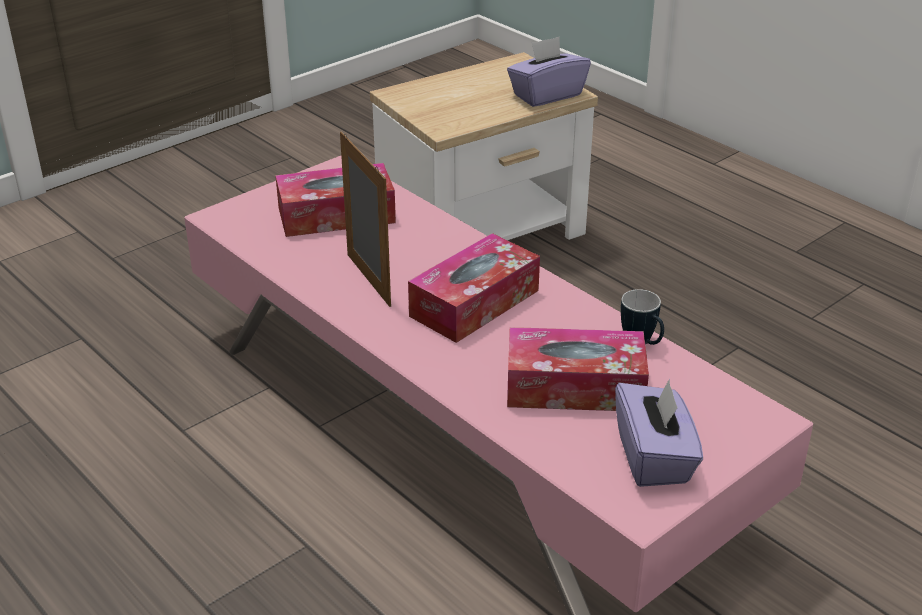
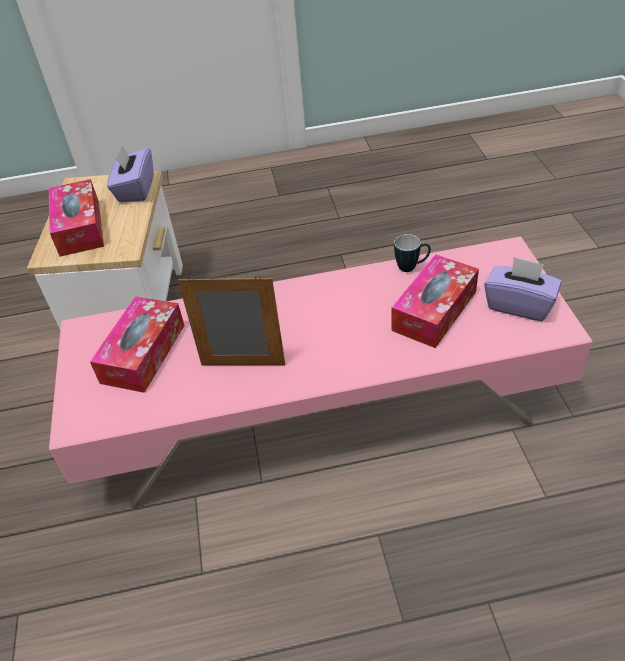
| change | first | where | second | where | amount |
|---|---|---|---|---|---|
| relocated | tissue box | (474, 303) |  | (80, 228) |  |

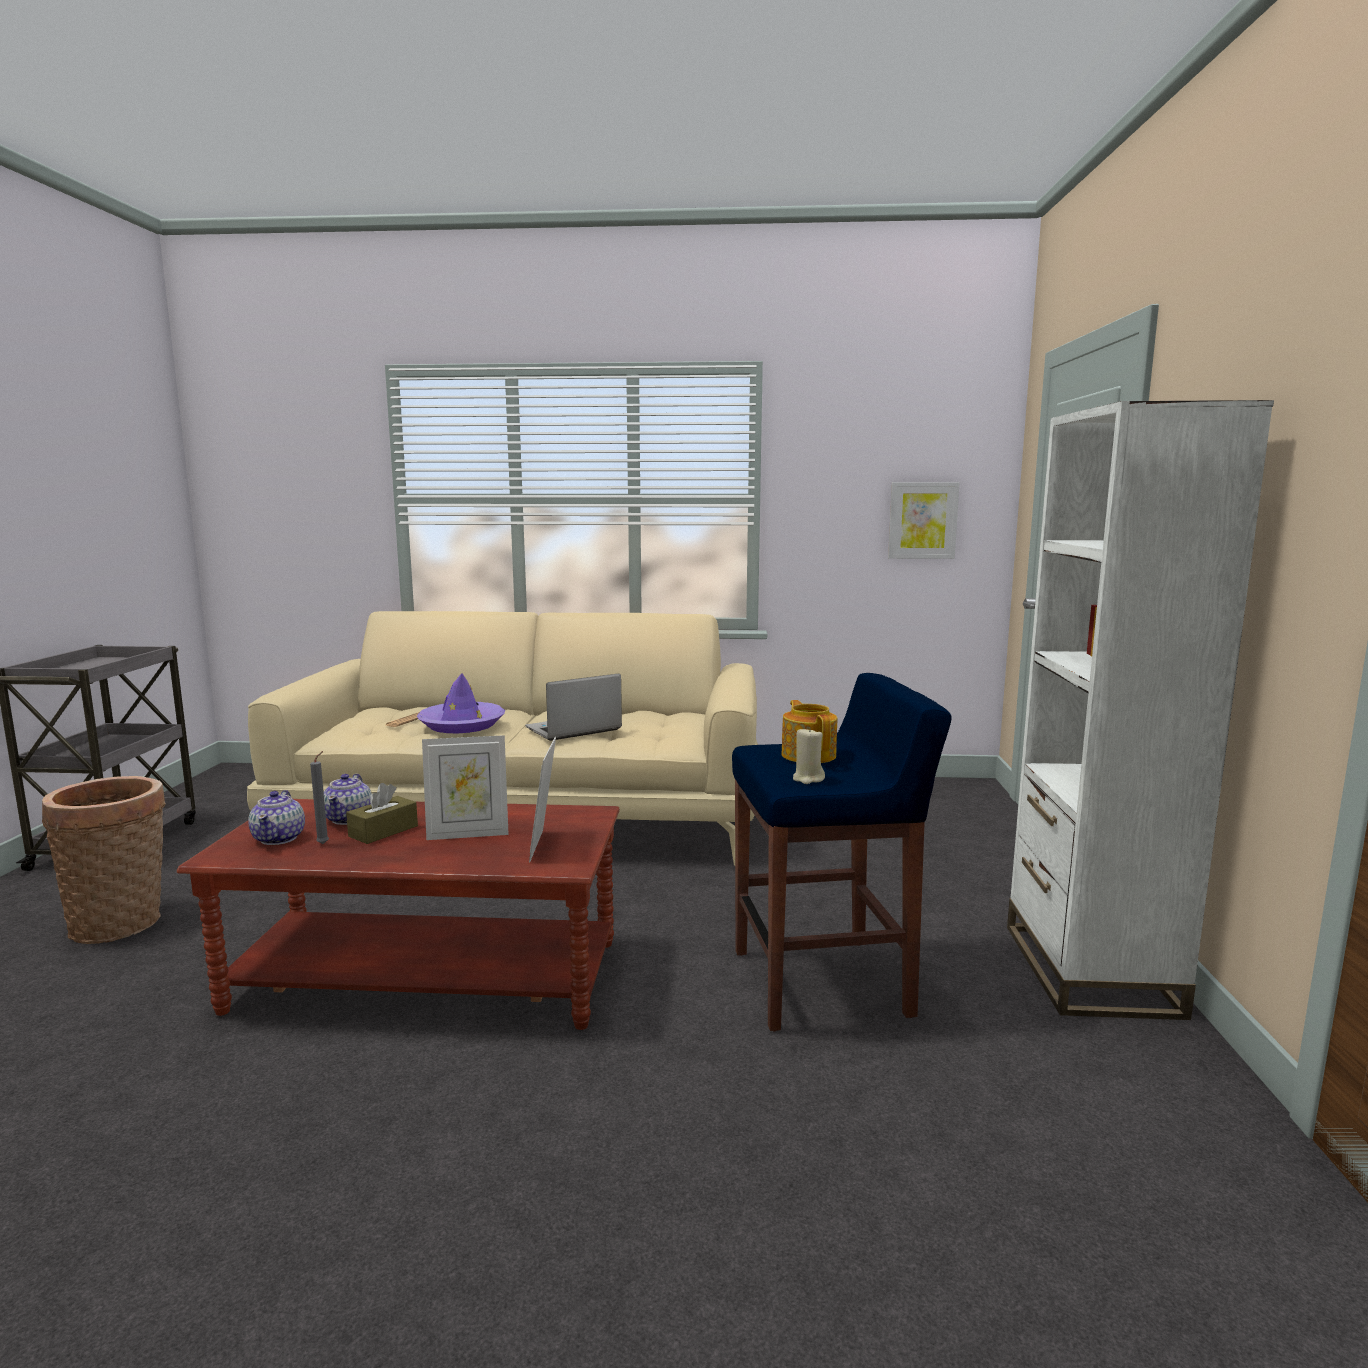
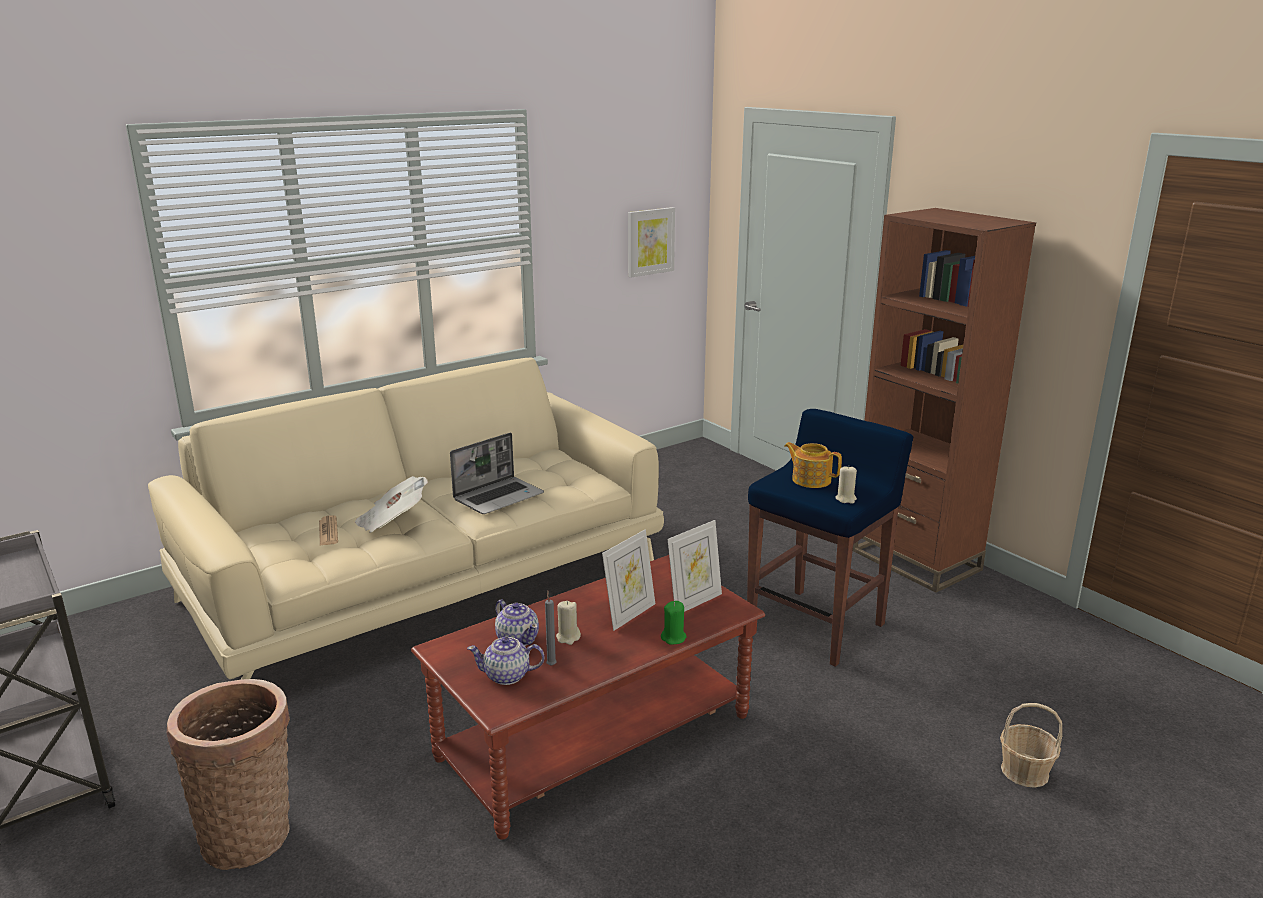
| change | first | where | second | where | amount |
|---|---|---|---|---|---|
| appeared |  |  | green candle | (674, 638) |  |
| appeared |  |  | storage basket | (1024, 771) |  |
| exchanged | brown-coloured tissue box | (383, 831) | beige-coloured candle | (568, 637) |  |
| exchanged | purple-coloured hat | (462, 725) | daily paper | (392, 521) |  |
| colour | whitish shelving unit | (1089, 969) | brown-coloured shelving unit | (915, 560) |  |
| spun | teapot | (279, 838) |  | (507, 676) | 135 degrees clockwise |
| spun | portable computer | (573, 730) |  | (499, 497) | 150 degrees counterclockwise |
| spun | standing frame | (544, 845) |  | (694, 602) | 90 degrees counterclockwise |

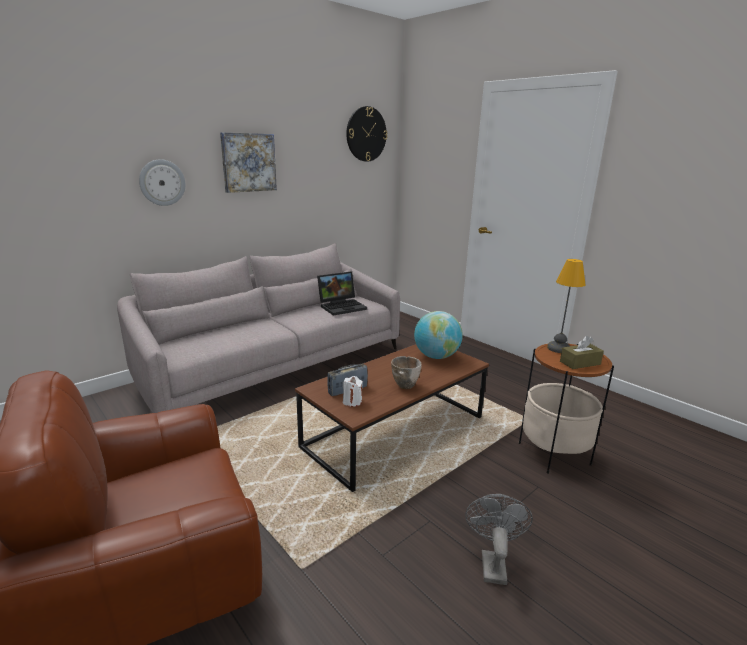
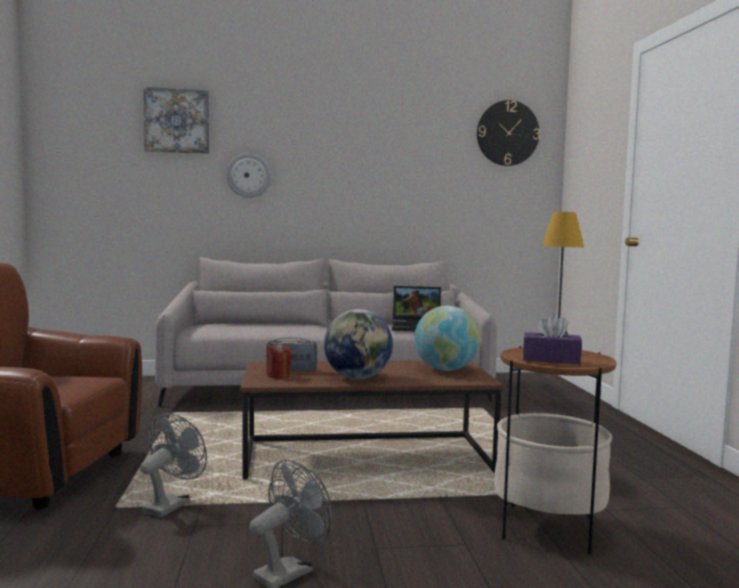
| change | first | where | second | where | amount |
|---|---|---|---|---|---|
| appeared |  |  | gray cooling fan | (171, 504) |  |
| relocated | picture | (248, 162) |  | (177, 121) |  |
| exchanged | bowl | (405, 385) | world globe | (358, 378) |  |
| colour | whitish candle | (352, 401) | red-coloured candle | (278, 376) |  |
| colour | brown-coloured tissue box | (580, 363) | purple-coloured tissue box | (551, 359) |  |

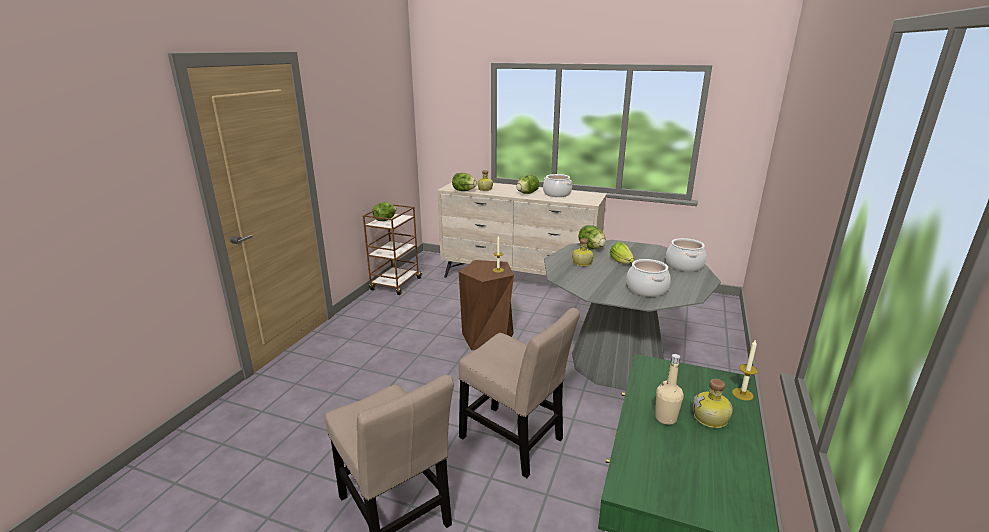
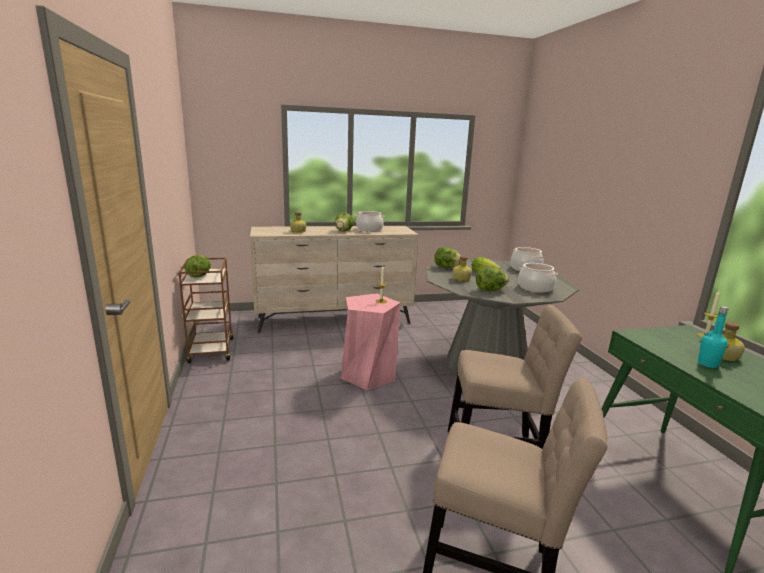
| change | first | where | second | where | amount |
|---|---|---|---|---|---|
| relocated | lettuce | (464, 191) |  | (490, 290) |  |
| colour | brown-coloured sitting stool | (487, 338) | pink sitting stool | (368, 375) |  |
| colour | beige-coloured bottle | (665, 418) | blue-green bottle | (707, 364) |  |

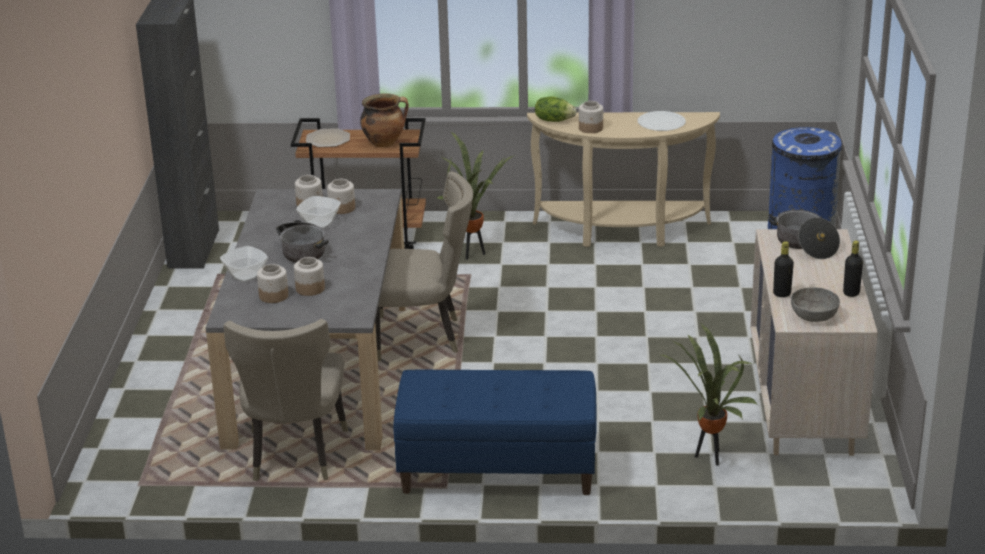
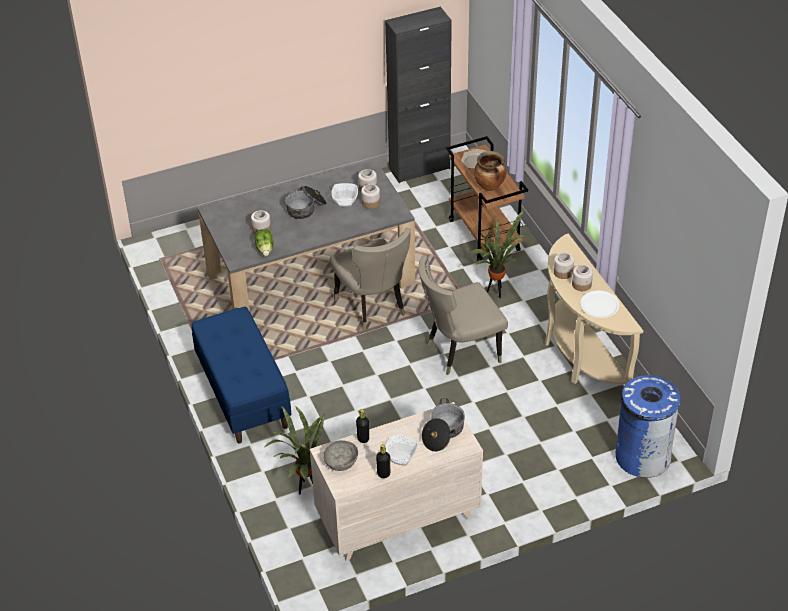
| change | first | where | second | where | amount |
|---|---|---|---|---|---|
| relocated | bowl | (245, 275) |  | (401, 457) |  |
| relocated | beige-coloured plain chair | (294, 458) |  | (459, 351) |  |
| relocated | preserve jar | (274, 296) |  | (582, 285) |  |
| relocated | lettuce | (554, 120) |  | (265, 249) |  |

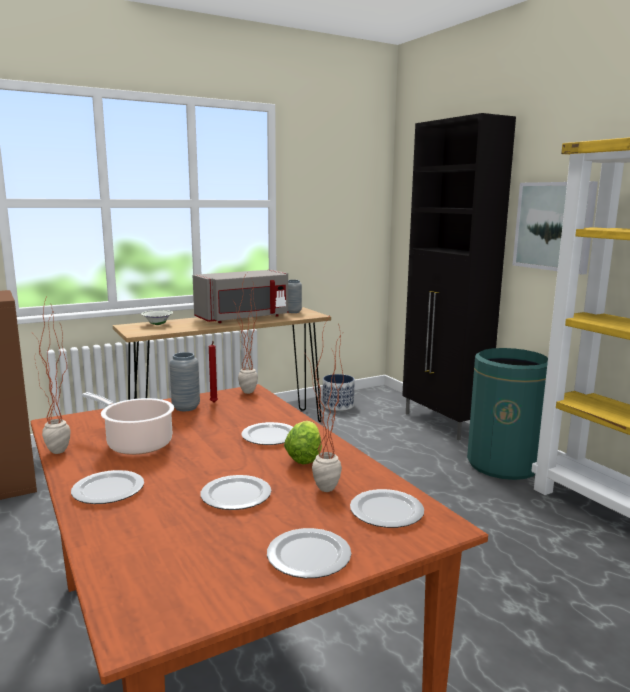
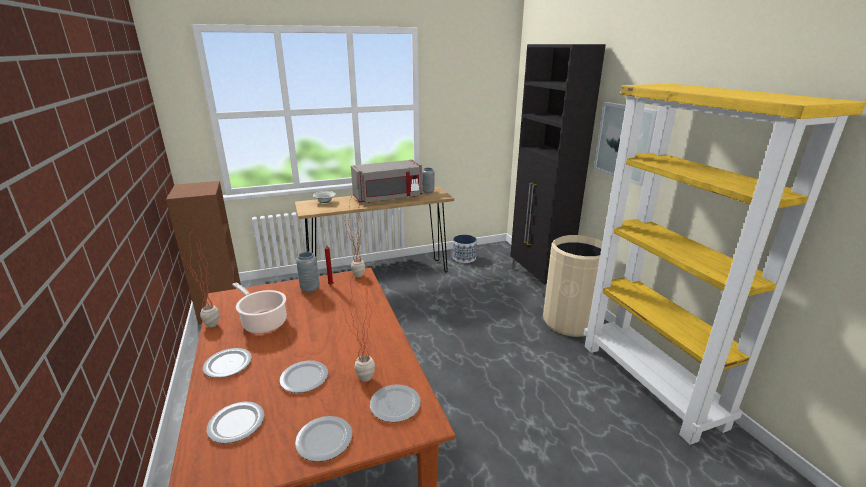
| change | first | where | second | where | amount |
|---|---|---|---|---|---|
| missing | lettuce | (306, 454) |  |  |  |
| relocated | plate | (268, 436) |  | (235, 423) |  |
| colour | green trash can | (503, 464) | beige-coloured trash can | (570, 321) |  |

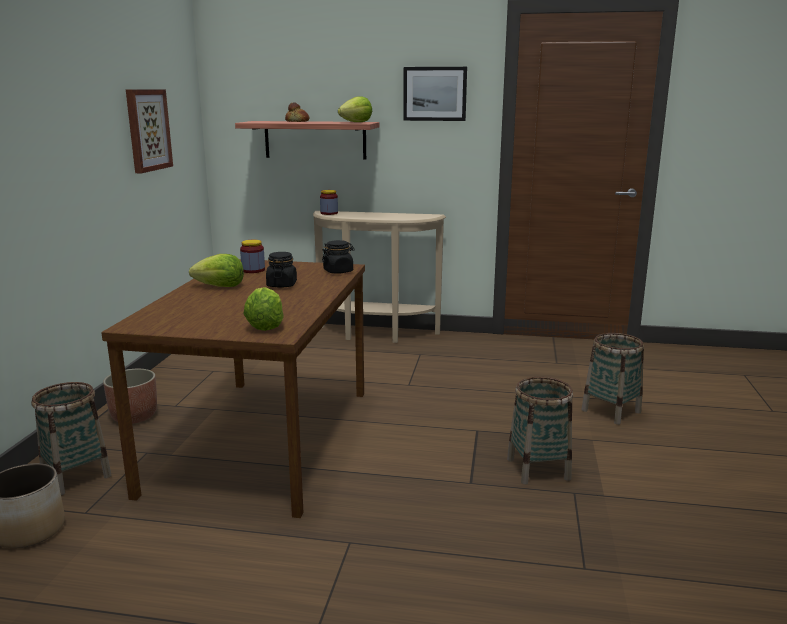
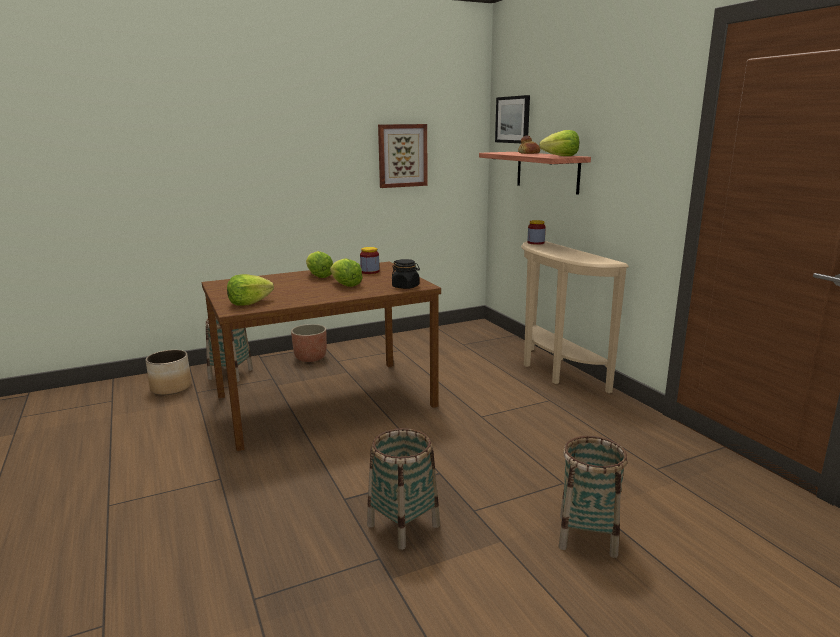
| change | first | where | second | where | amount |
|---|---|---|---|---|---|
| relocated | picture | (435, 94) |  | (513, 119) |  |
| exchanged | blackish preserve jar | (282, 285) | lettuce | (345, 285) |  |

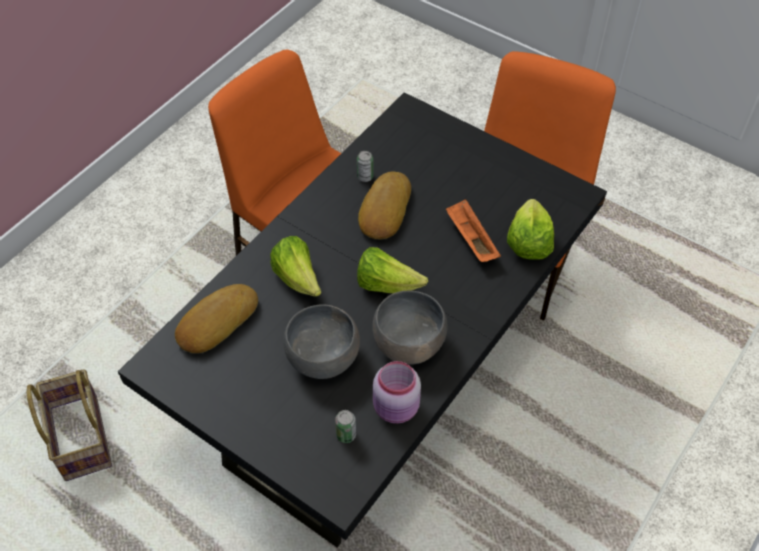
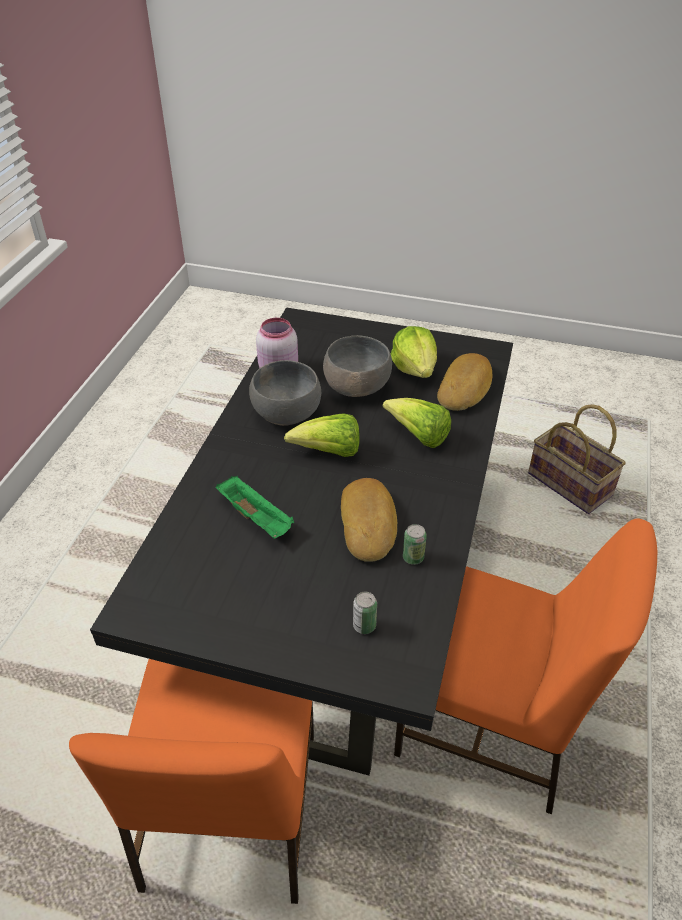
| change | first | where | second | where | amount |
|---|---|---|---|---|---|
| relocated | can | (346, 435) |  | (364, 626) |  |
| relocated | lettuce | (528, 243) |  | (415, 367) |  |
| colour | orange-coloured serving tray | (470, 239) | green serving tray | (256, 518) |  |

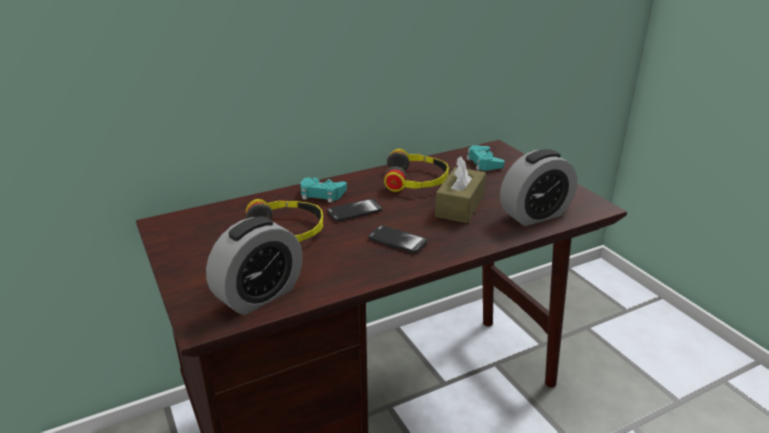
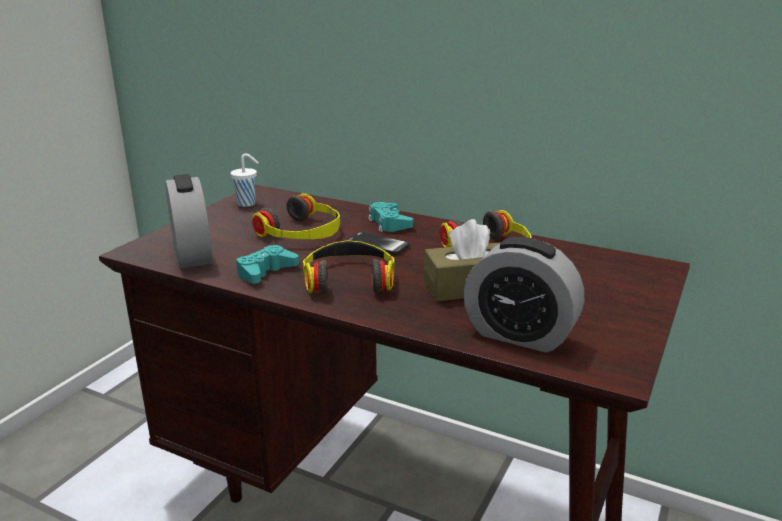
| change | first | where | second | where | amount |
|---|---|---|---|---|---|
| appeared |  |  | whitish cup | (247, 204) |  |
| relocated | blue-green game controller | (484, 163) |  | (265, 272) |  |
| exchanged | handset | (397, 240) | headset | (349, 279) |  |
| spun | bedside clock | (259, 295) |  | (192, 255) | 120 degrees counterclockwise |

